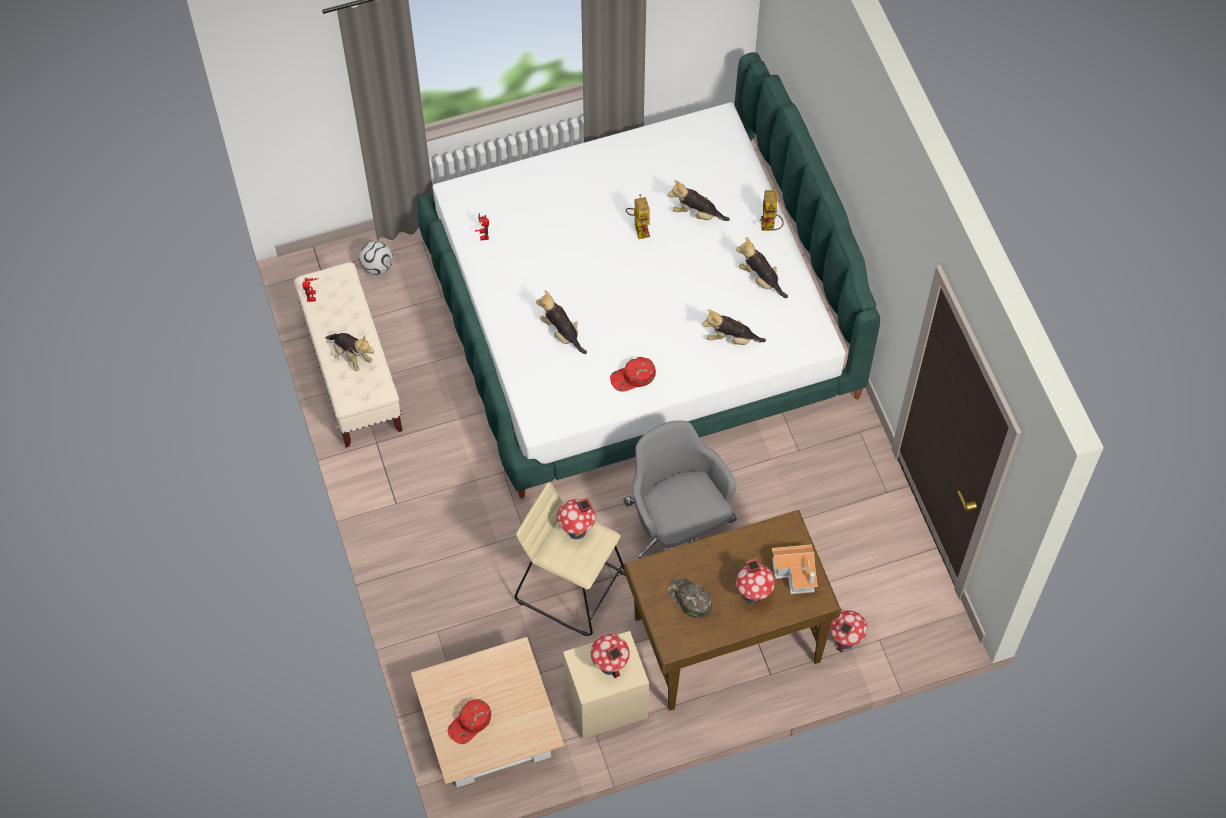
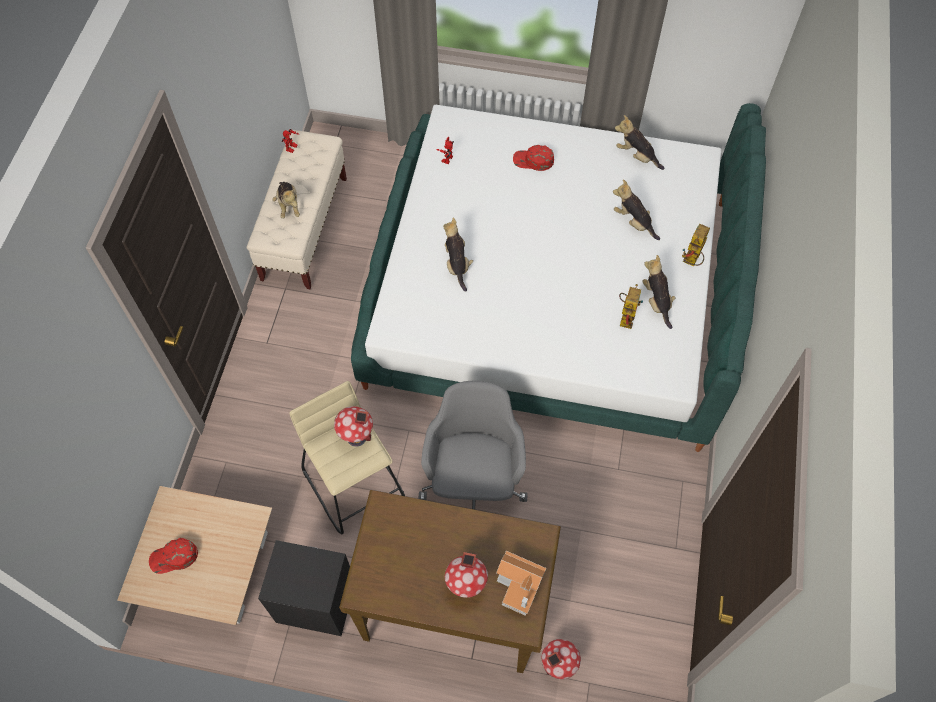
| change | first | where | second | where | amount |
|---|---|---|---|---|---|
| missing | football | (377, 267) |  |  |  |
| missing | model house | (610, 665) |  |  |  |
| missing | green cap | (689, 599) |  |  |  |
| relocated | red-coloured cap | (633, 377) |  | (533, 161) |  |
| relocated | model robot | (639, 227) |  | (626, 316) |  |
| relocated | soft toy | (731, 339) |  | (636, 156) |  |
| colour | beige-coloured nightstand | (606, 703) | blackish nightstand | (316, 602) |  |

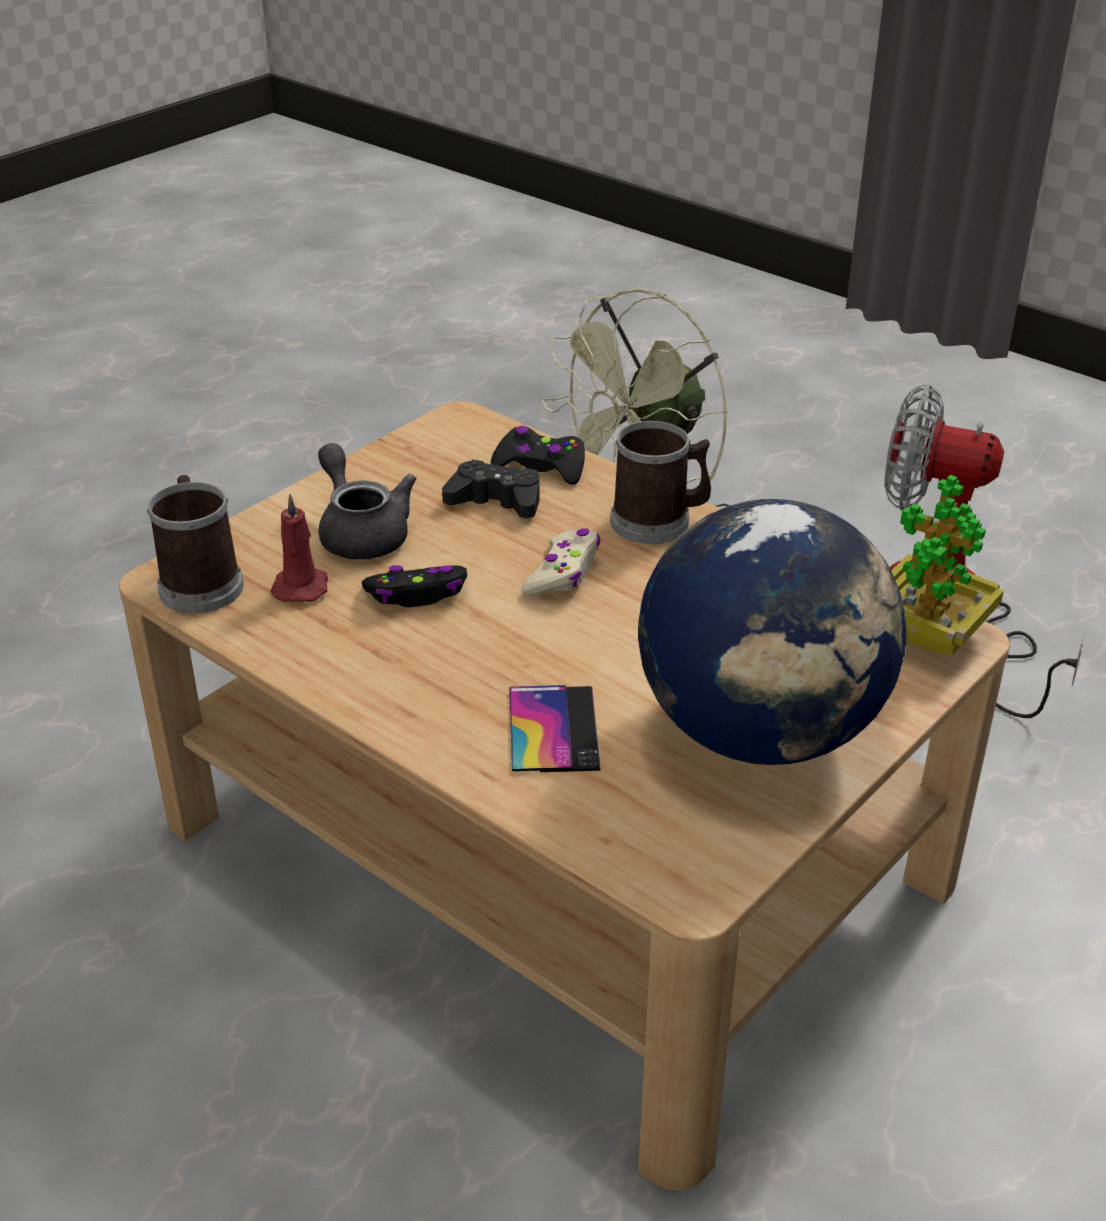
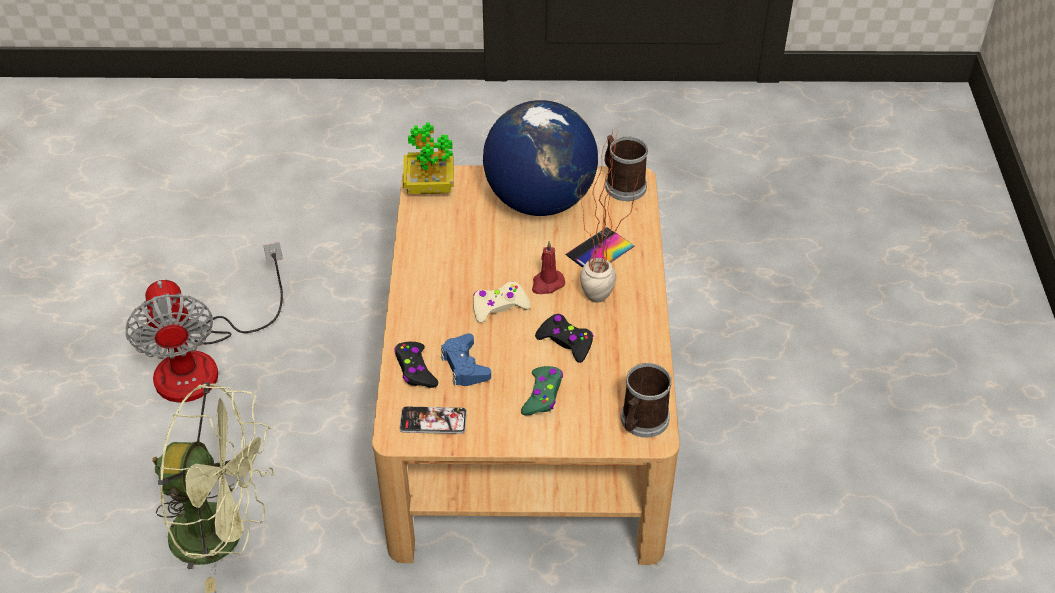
| change | first | where | second | where | amount |
|---|---|---|---|---|---|
| appeared |  |  | handset | (433, 421) |  |
| appeared |  |  | houseplant | (602, 304) |  |
| relocated | red-coloured candle | (301, 586) |  | (547, 284) |  |
| relocated | mug | (659, 522) |  | (622, 184) |  |
| exchanged | gray teapot | (361, 532) | green game controller | (542, 395) |  |
| colour | blackish game controller | (496, 501) | blue game controller | (464, 366) |  |

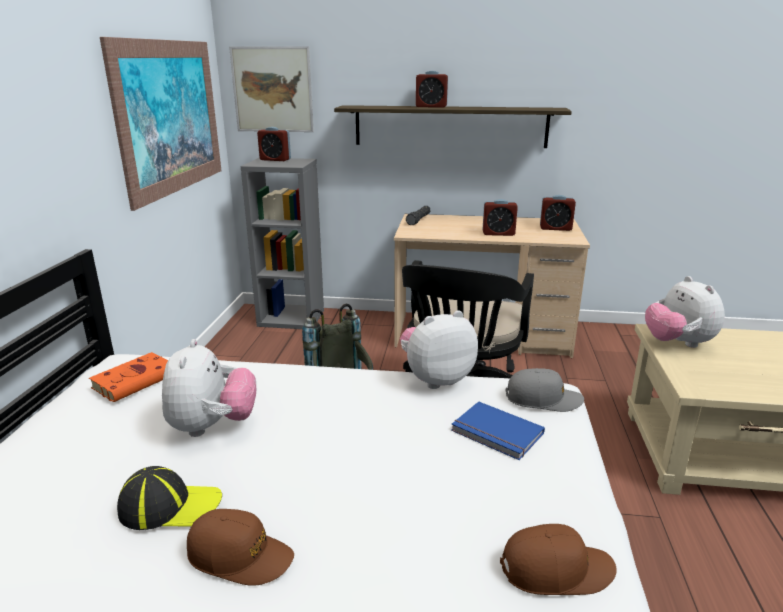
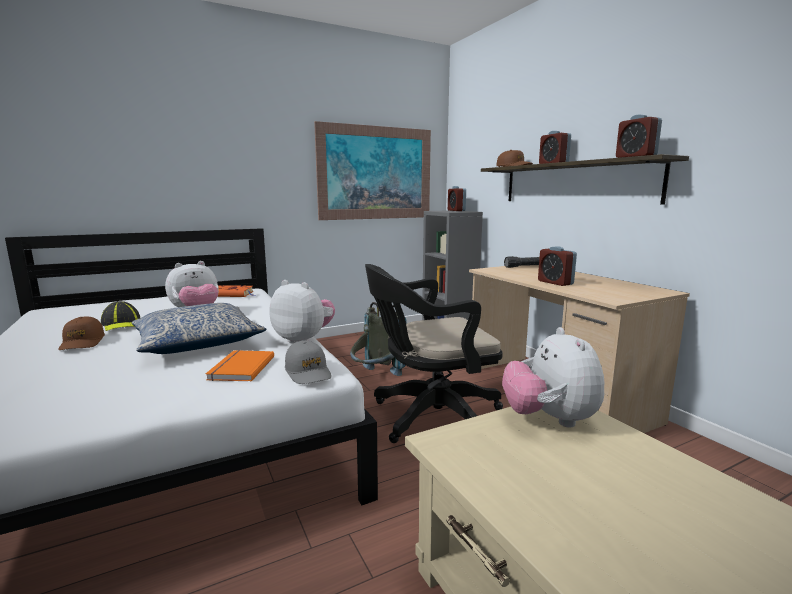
| change | first | where | second | where | amount |
|---|---|---|---|---|---|
| missing | picture | (272, 90) |  |  |  |
| appeared |  |  | cushion | (198, 342) |  |
| relocated | brown-coloured cap | (556, 569) |  | (513, 166) |  |
| relocated | bedside clock | (555, 228) |  | (635, 157) |  |
| colour | blue bound book | (496, 433) | orange-coloured bound book | (240, 368) |  |
| spun | soft toy | (678, 343) |  | (549, 419) | 45 degrees counterclockwise |

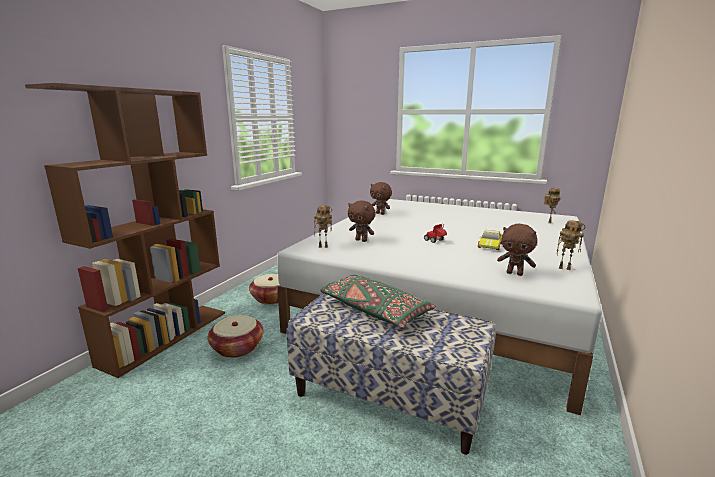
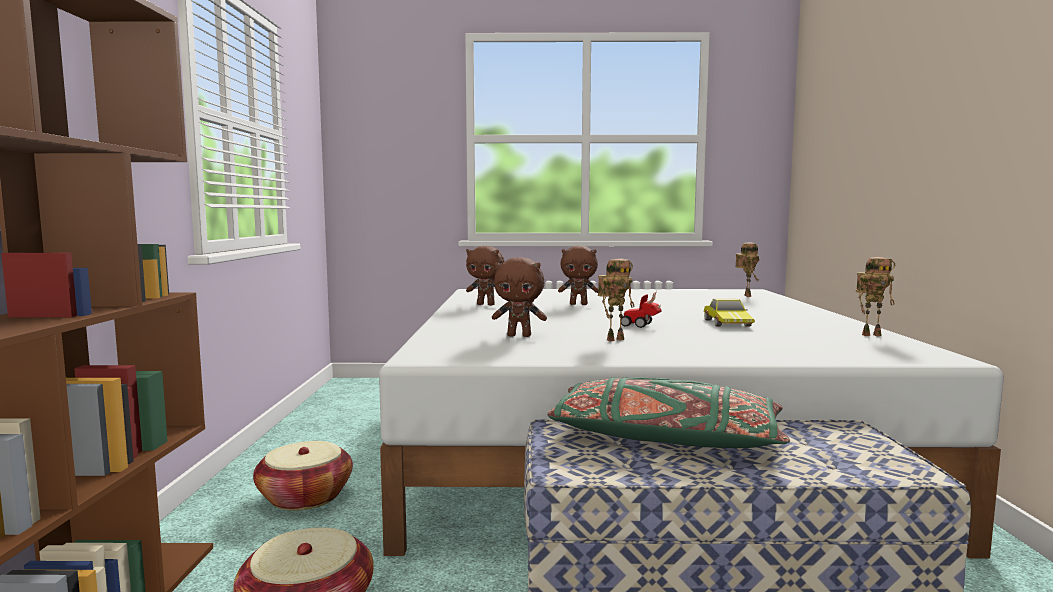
| change | first | where | second | where | amount |
|---|---|---|---|---|---|
| relocated | model robot | (324, 246) |  | (615, 339) |  |
| relocated | brown-coloured soft toy | (515, 273) |  | (579, 304) |  |

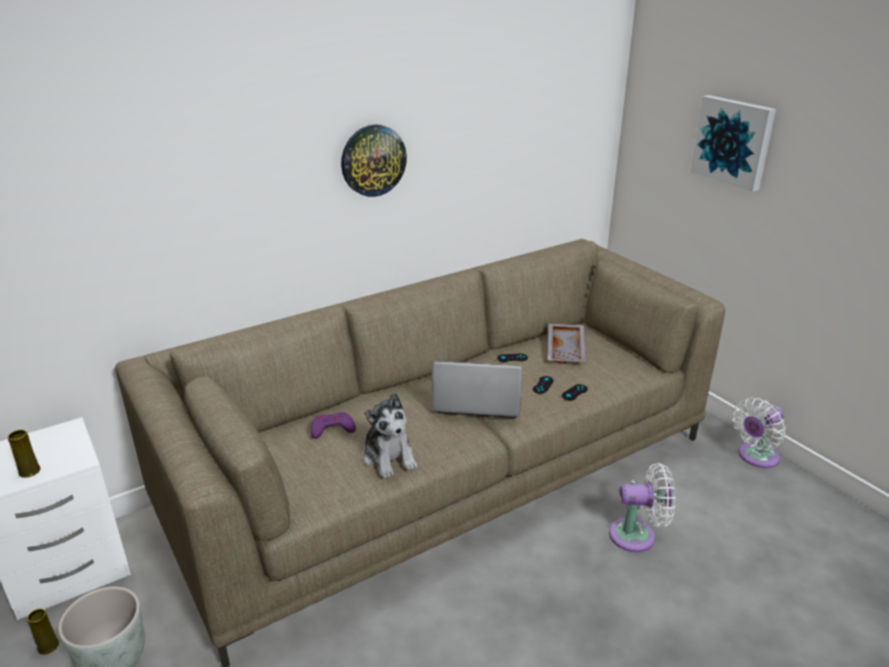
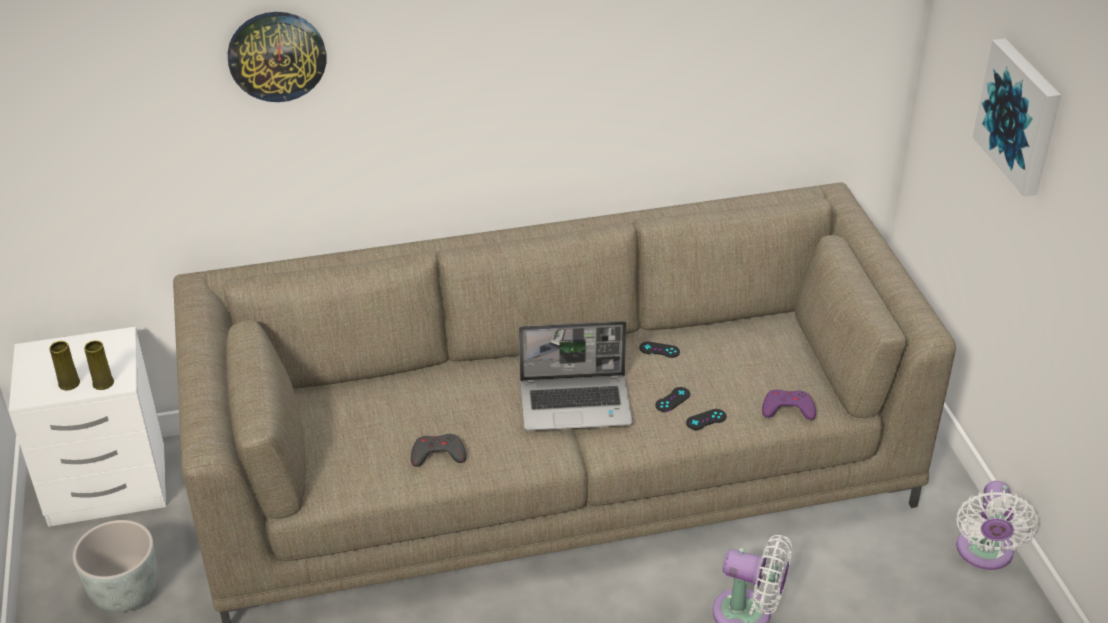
| change | first | where | second | where | amount |
|---|---|---|---|---|---|
| missing | gray serving tray | (567, 350) |  |  |  |
| relocated | yellow vase | (48, 646) |  | (103, 383) |  |
| relocated | purple-coloured game controller | (332, 428) |  | (787, 409) |  |
| relocated | hanging clock | (373, 160) |  | (277, 56) |  |
| exchanged | soft toy | (389, 457) | gray game controller | (438, 454) |  |
| spun | portable computer | (476, 401) |  | (577, 403) | 150 degrees clockwise |
| spun | whitish cooling fan | (755, 457) |  | (984, 554) | 60 degrees counterclockwise |

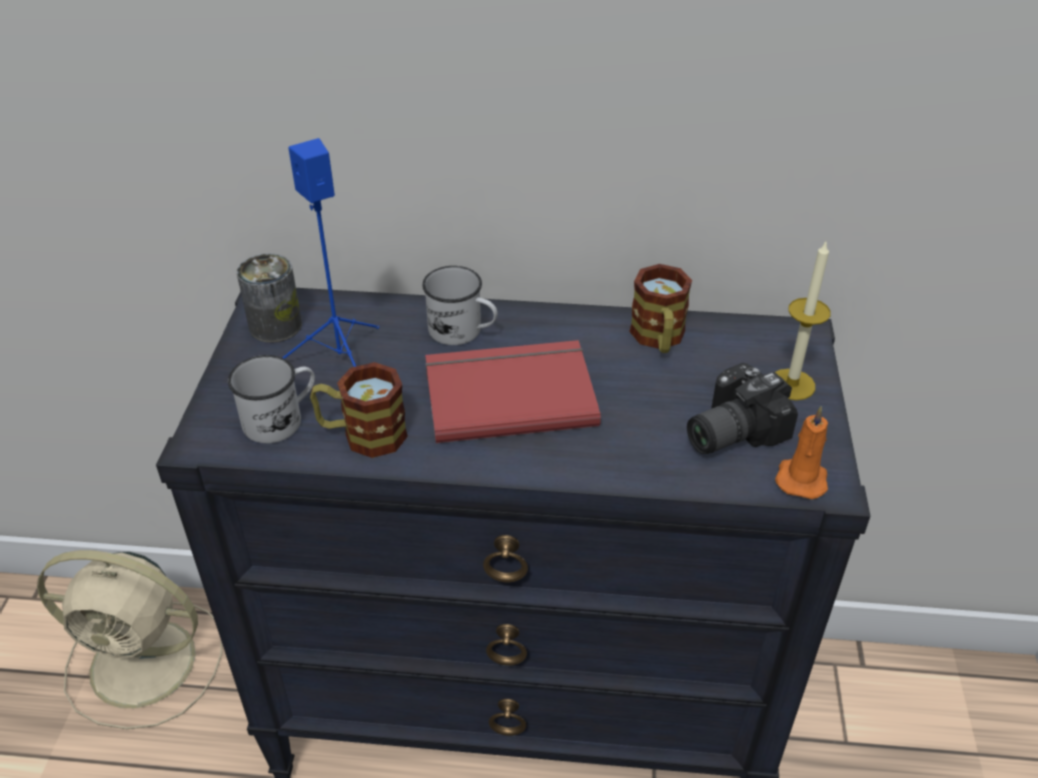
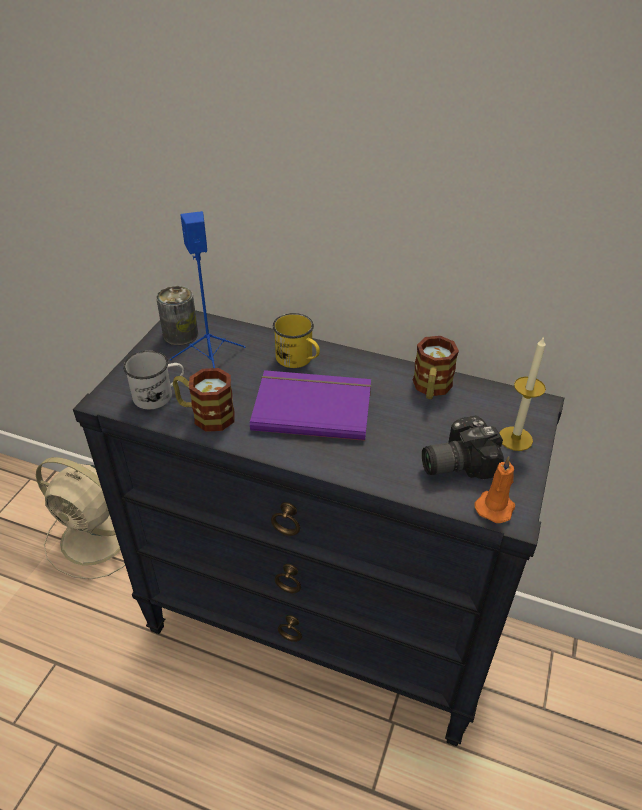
| change | first | where | second | where | amount |
|---|---|---|---|---|---|
| colour | whitish mug | (463, 332) | yellow mug | (298, 360) |  |
| colour | red-coloured bound book | (508, 393) | purple-coloured bound book | (312, 406) |  |

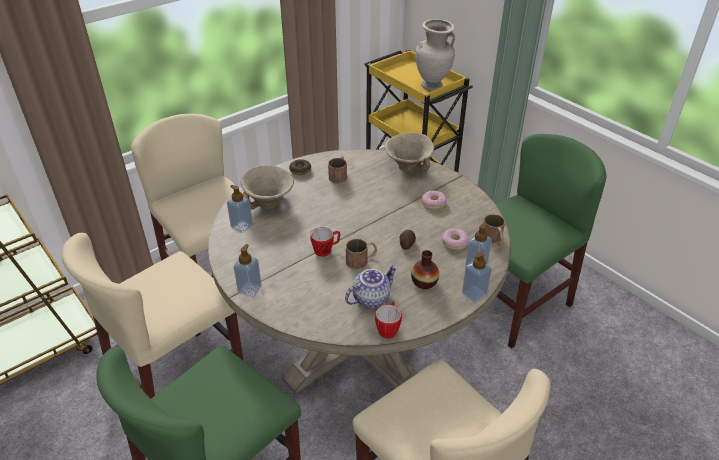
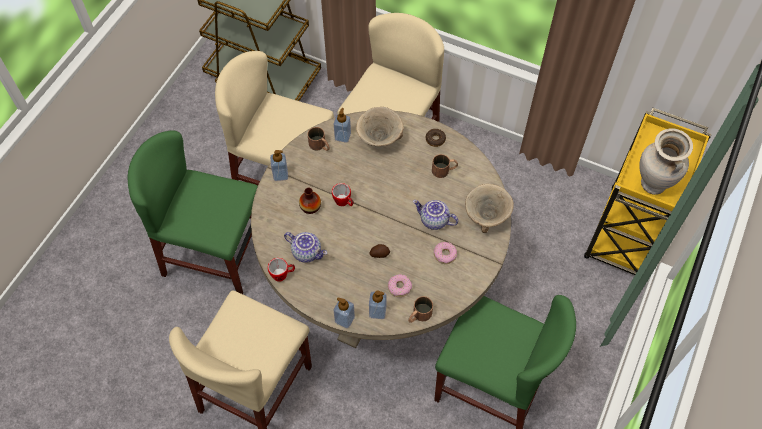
| change | first | where | second | where | amount |
|---|---|---|---|---|---|
| appeared |  |  | teapot | (433, 221) |  |
| relocated | brown-coloured mug | (361, 260) |  | (320, 146) |  |
| relocated | vase | (424, 282) |  | (310, 207) |  |

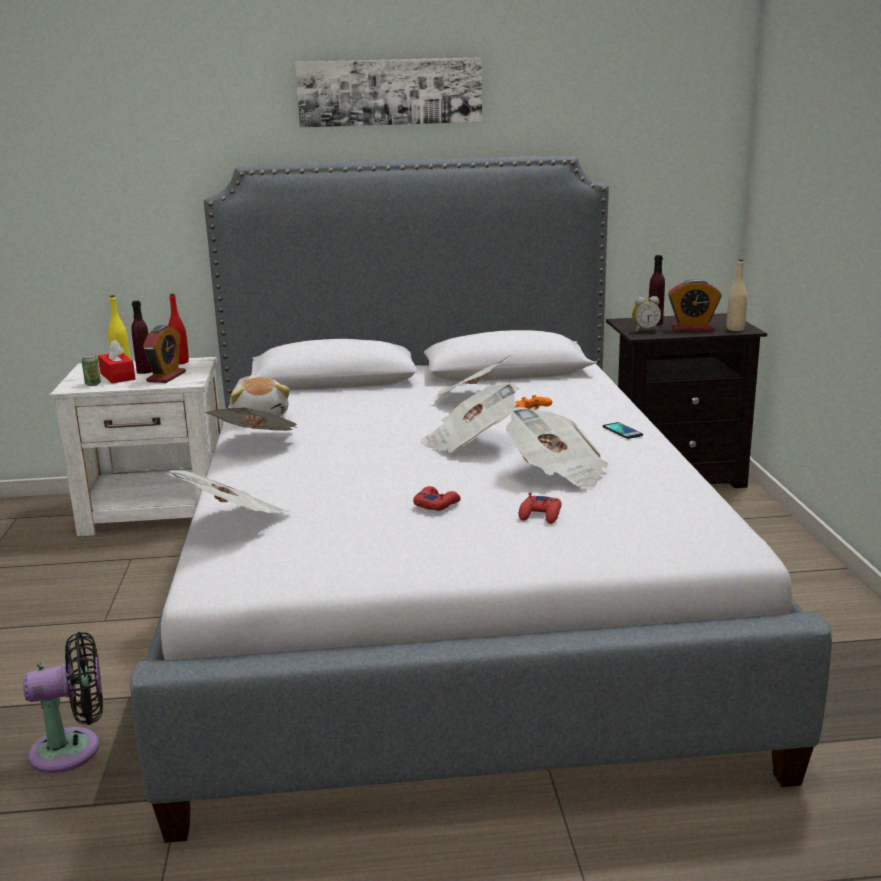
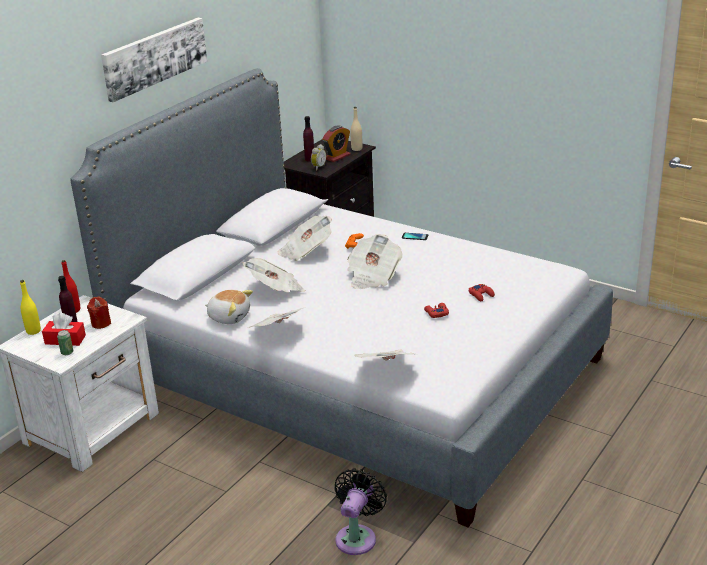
| change | first | where | second | where | amount |
|---|---|---|---|---|---|
| relocated | daily paper | (557, 473) |  | (276, 290) |  |
| exchanged | bedside clock | (166, 377) | red-coloured candle | (101, 323) |  |

